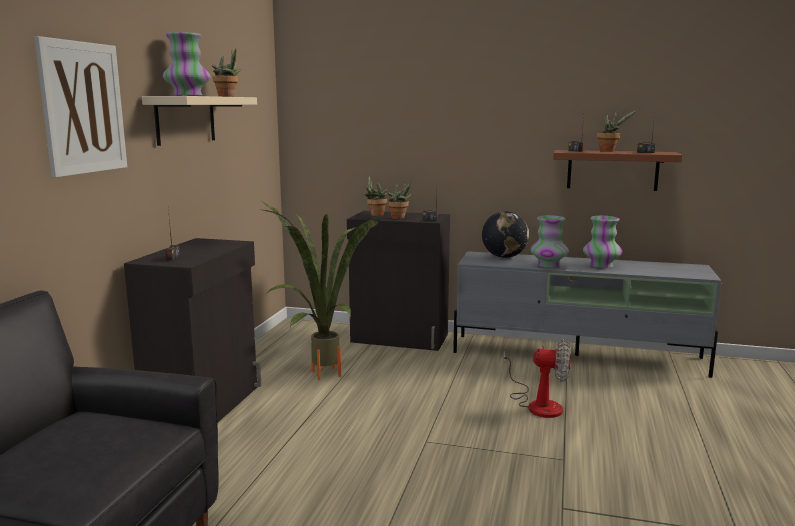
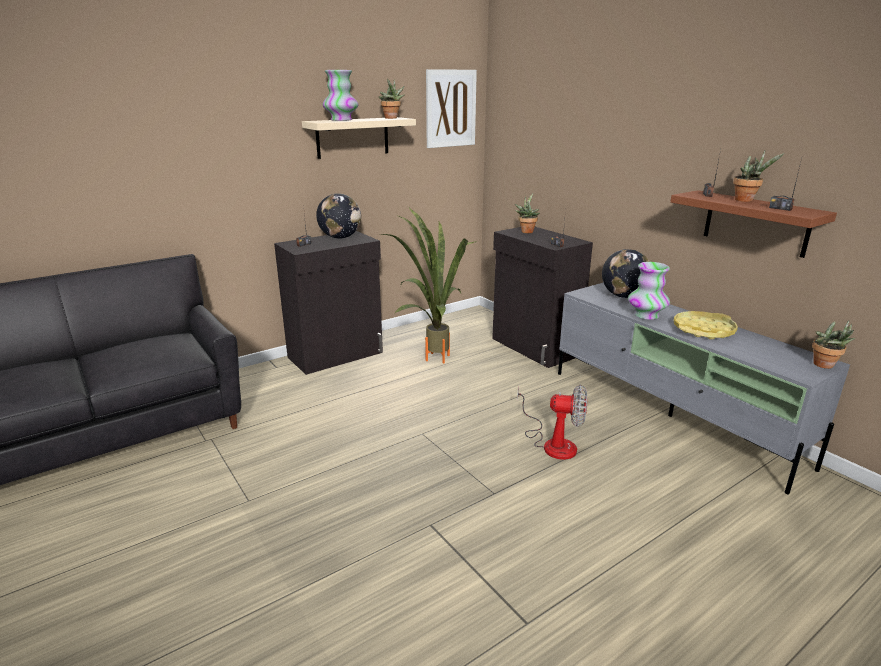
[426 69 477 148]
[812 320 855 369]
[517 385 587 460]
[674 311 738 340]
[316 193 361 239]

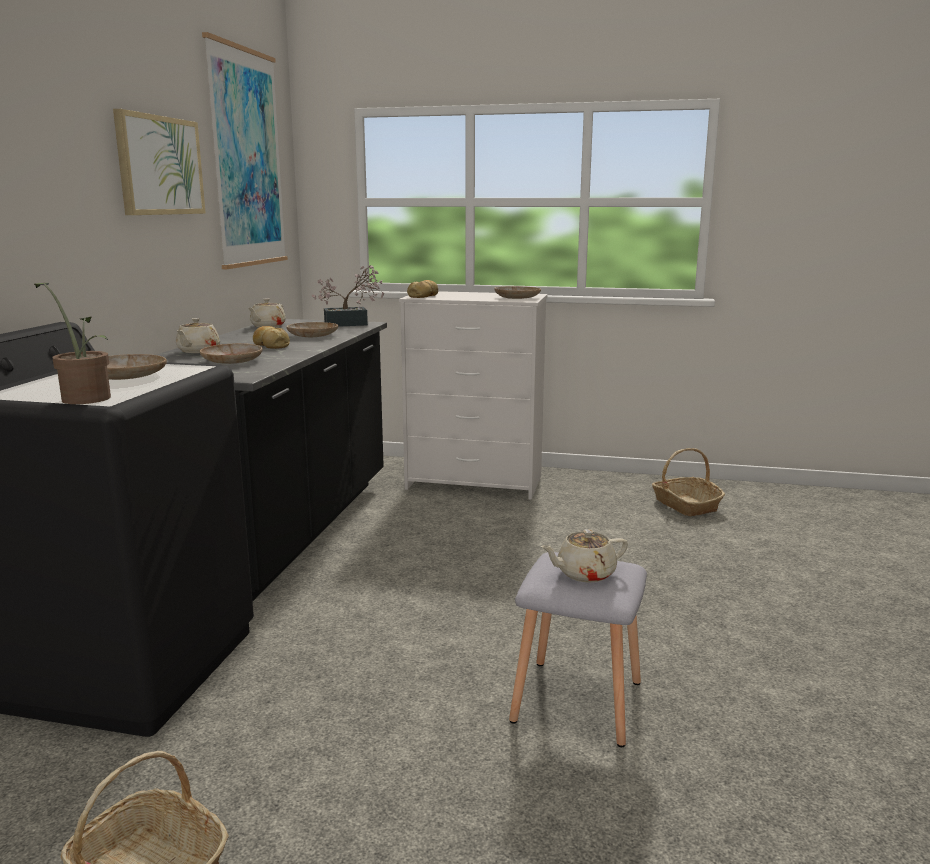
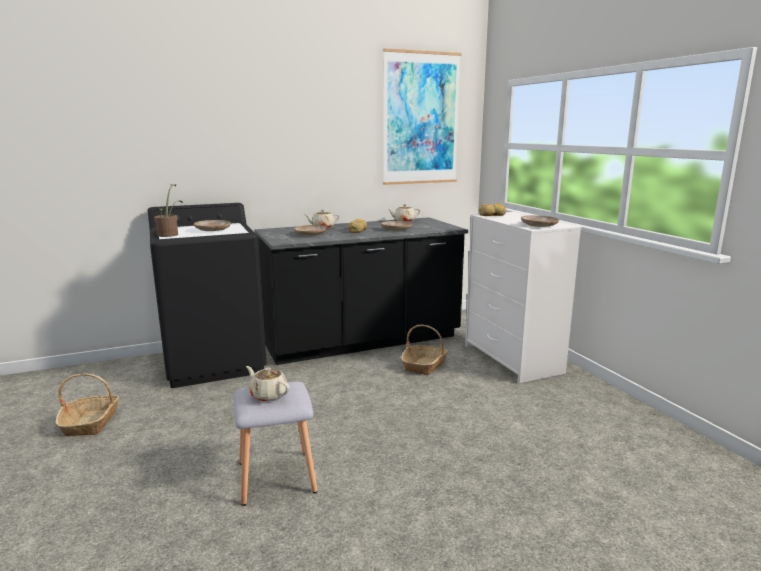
[113 109 206 215] (first image)
[311 265 384 327] (first image)
[401 325 448 375]

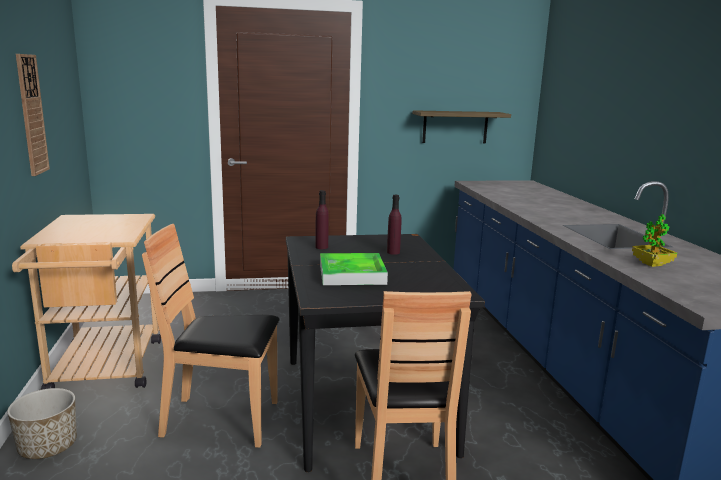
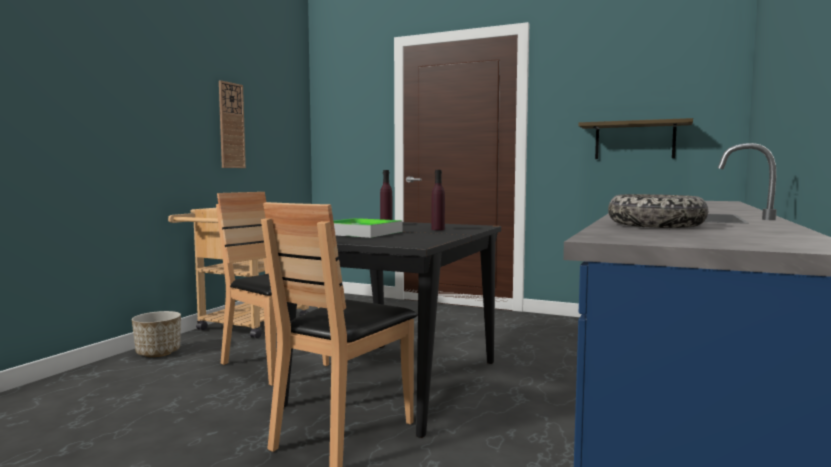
[608 194 708 228]

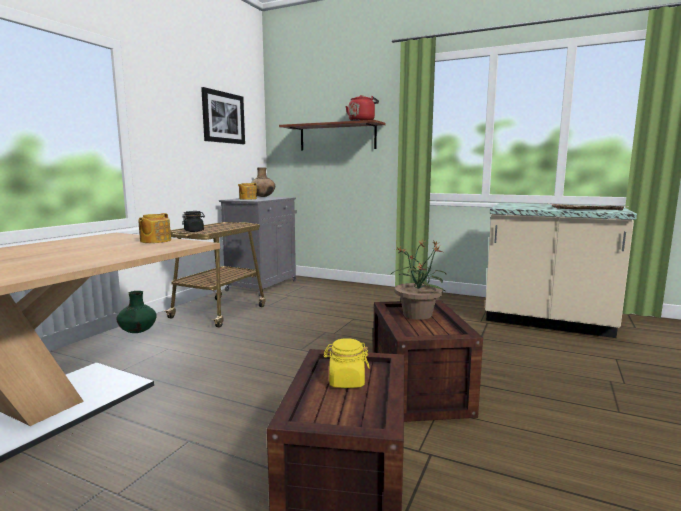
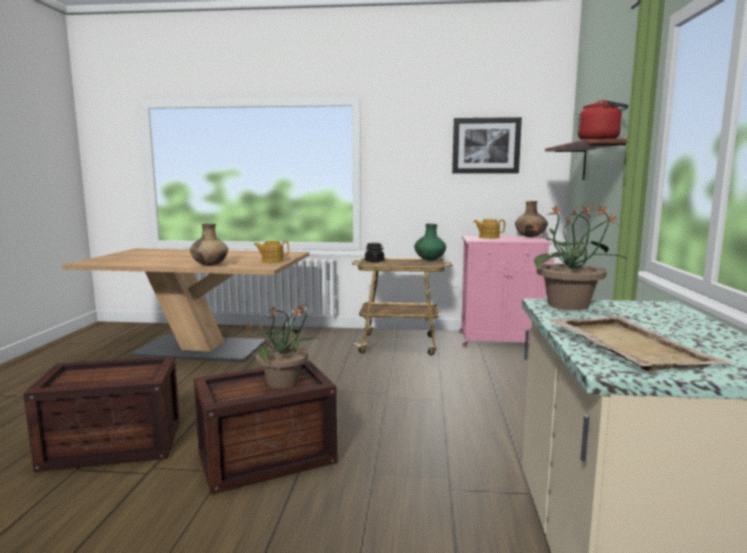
[414 224 446 260]
[459 235 554 348]
[324 338 369 388] (first image)
[190 223 228 266]
[528 204 628 310]

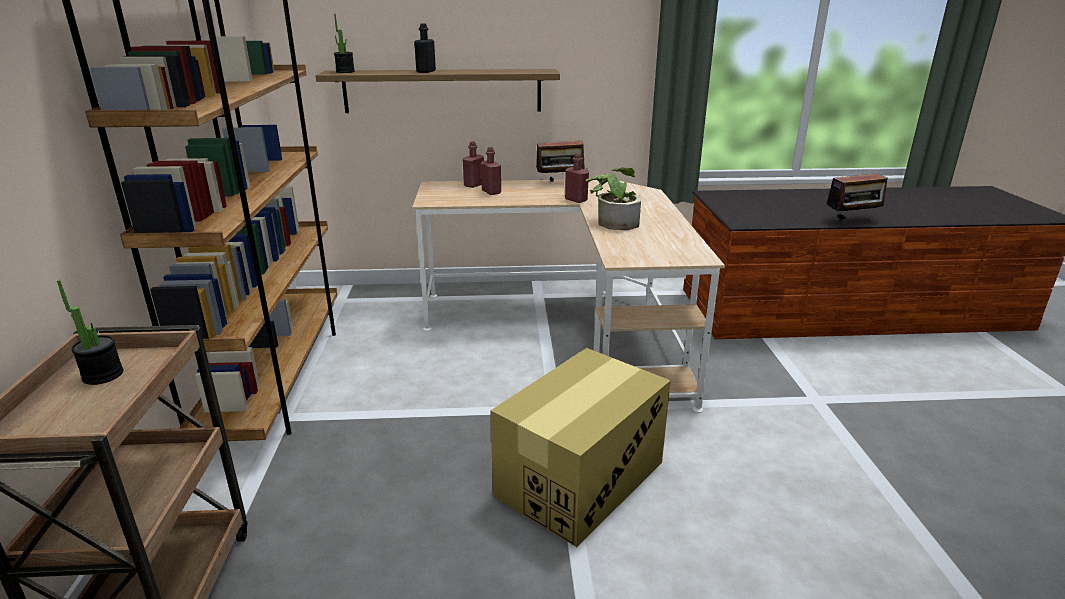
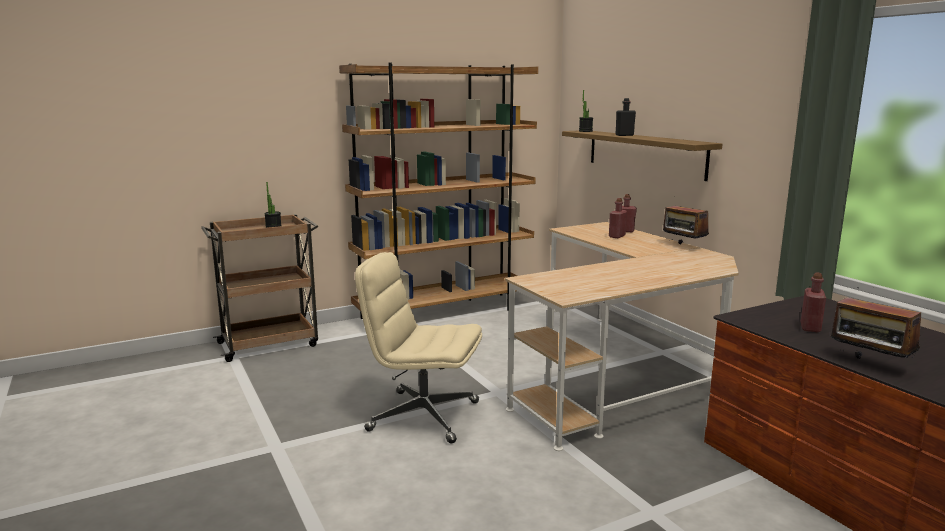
[355 252 482 443]
[801 272 826 332]
[586 167 641 230] (first image)

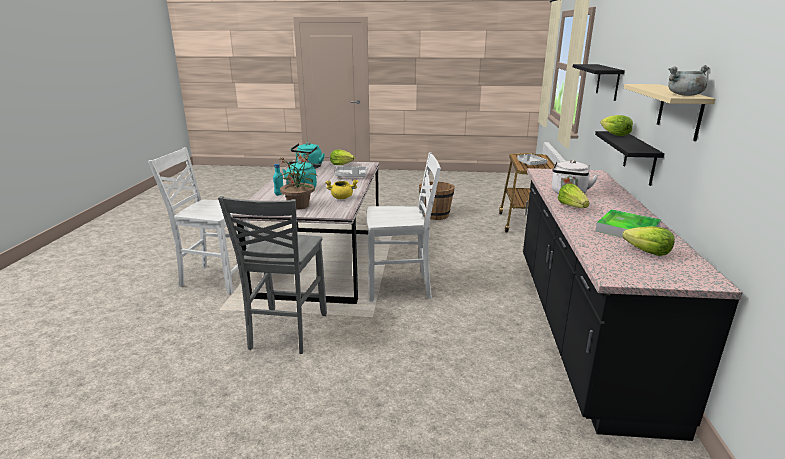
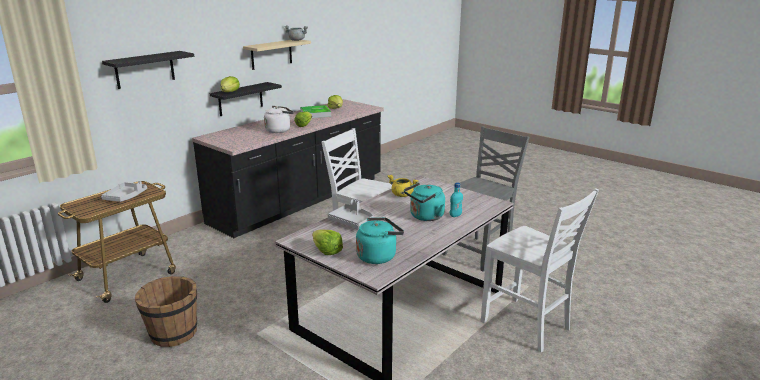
[279 151 316 210] (first image)

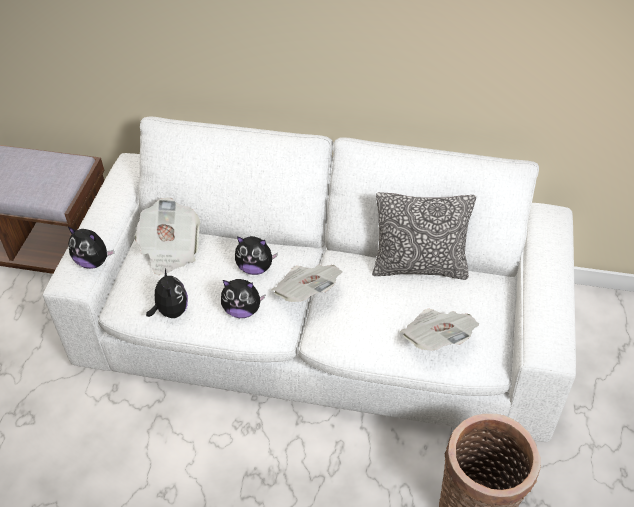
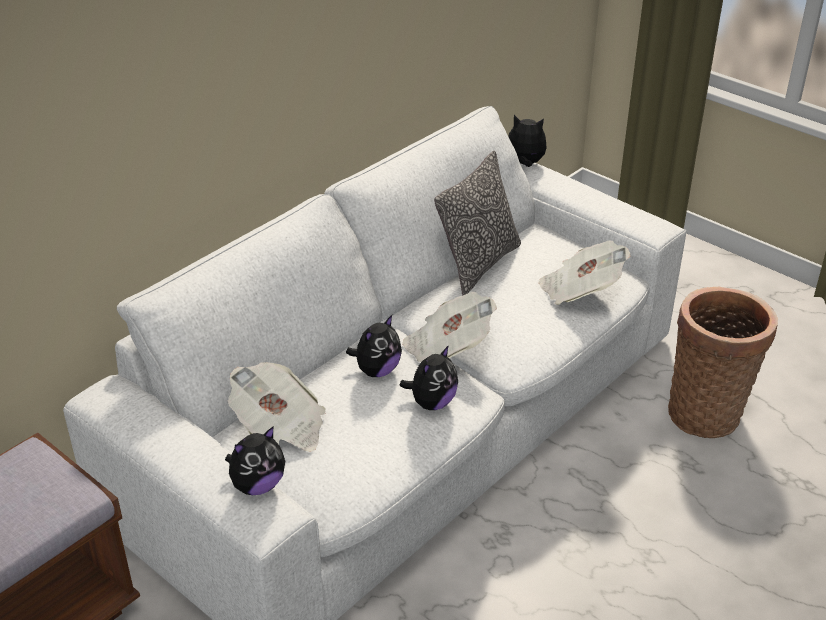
[508 115 547 167]

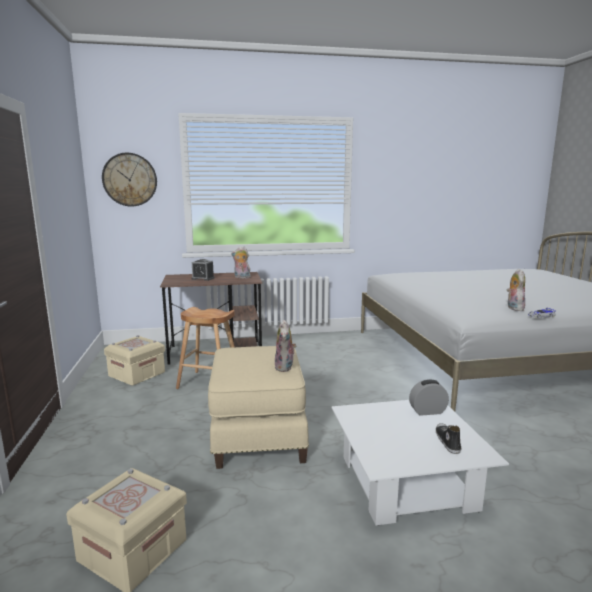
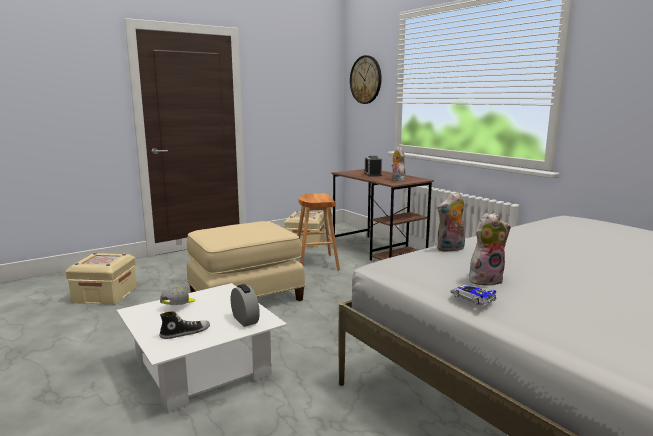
[437 192 465 252]
[160 287 195 305]

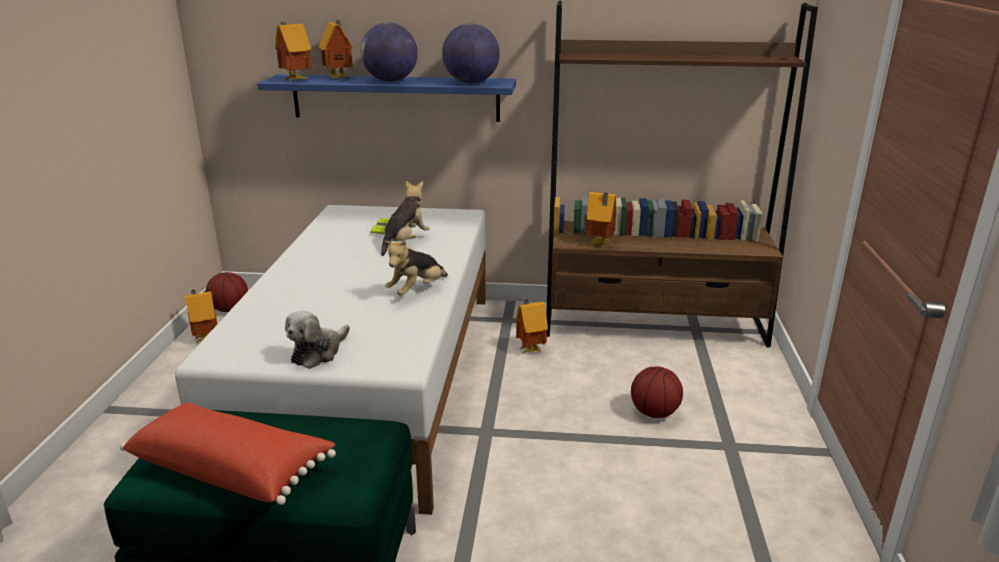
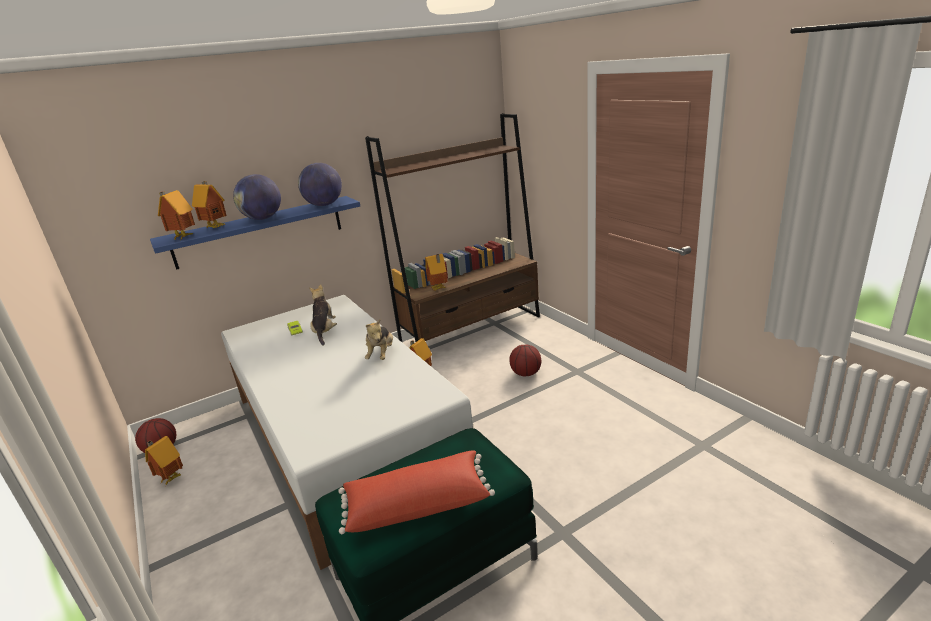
[285 311 350 369] (first image)

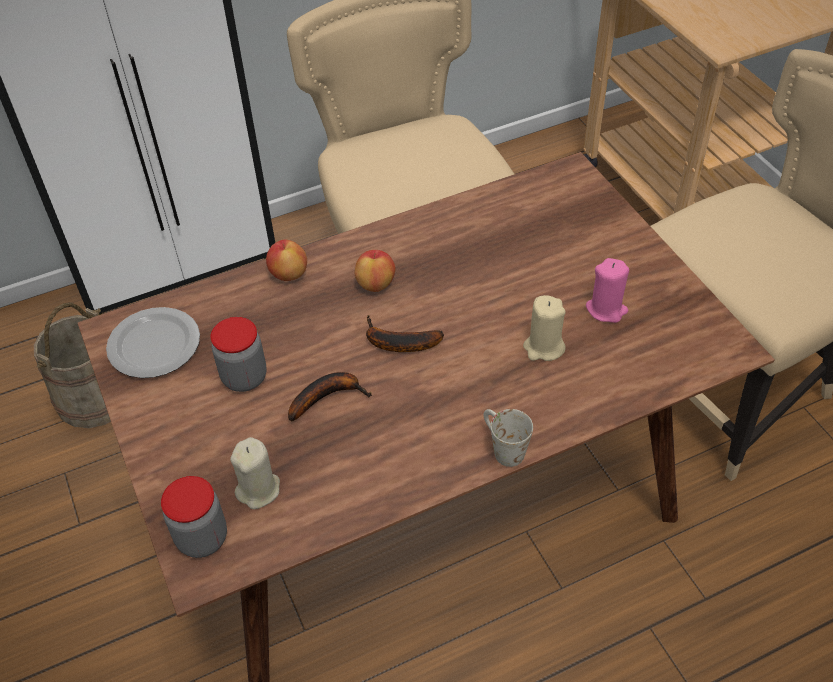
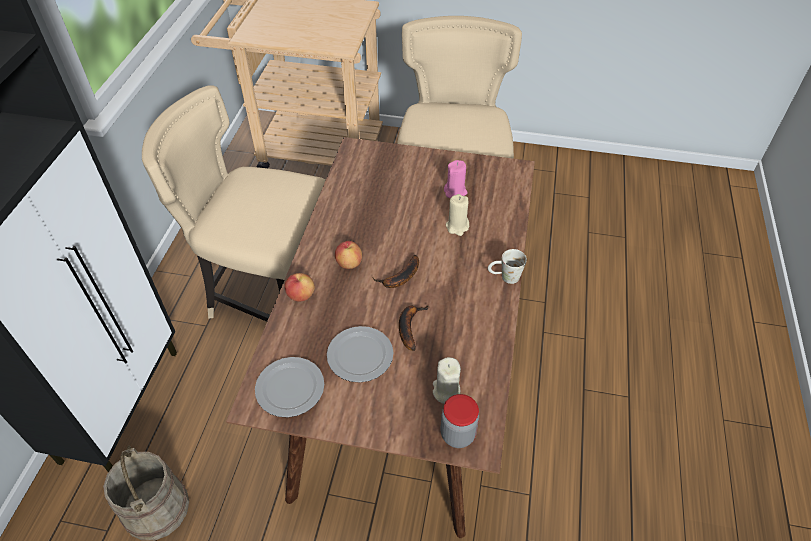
[327 326 393 383]

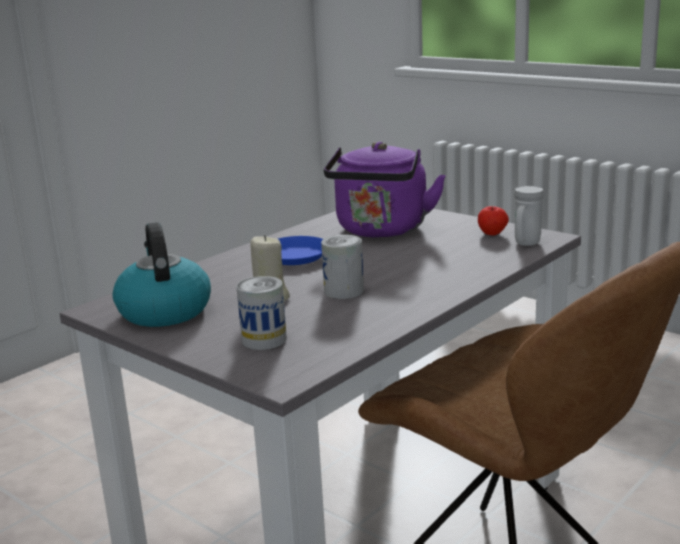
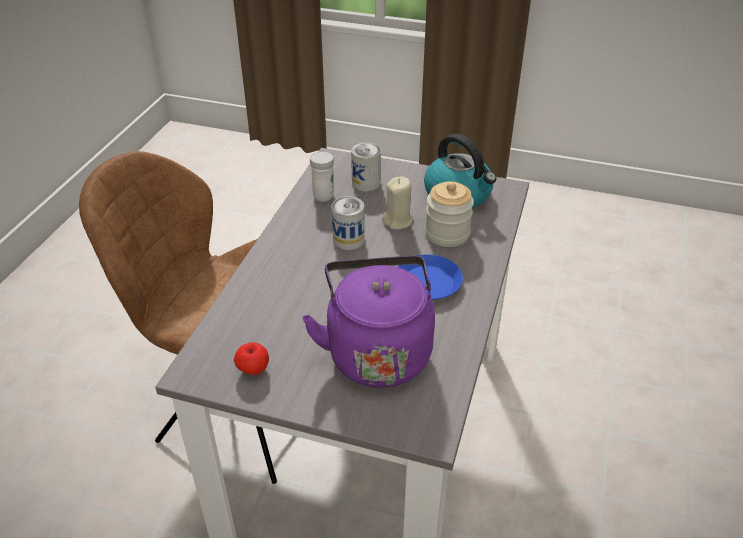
[310 152 334 202]
[425 181 474 247]

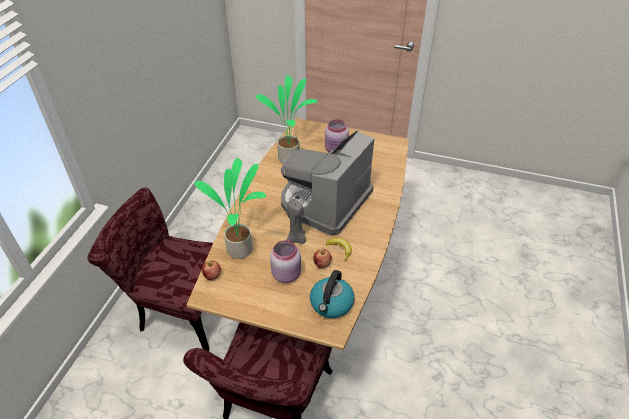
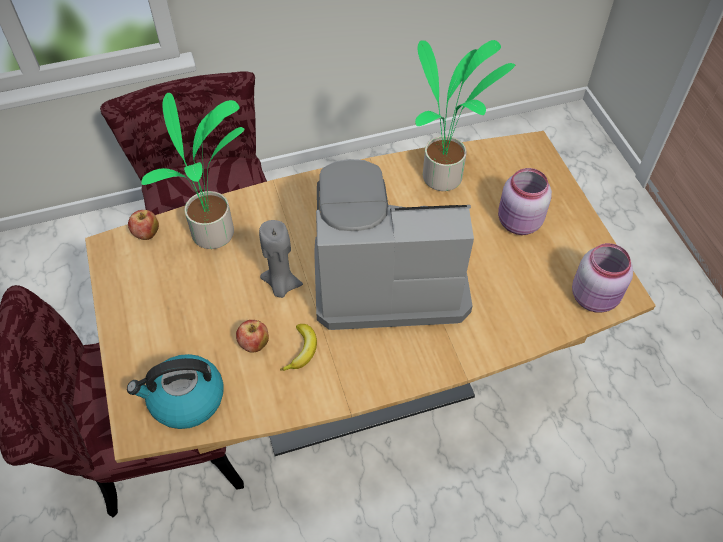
[572 243 633 313]

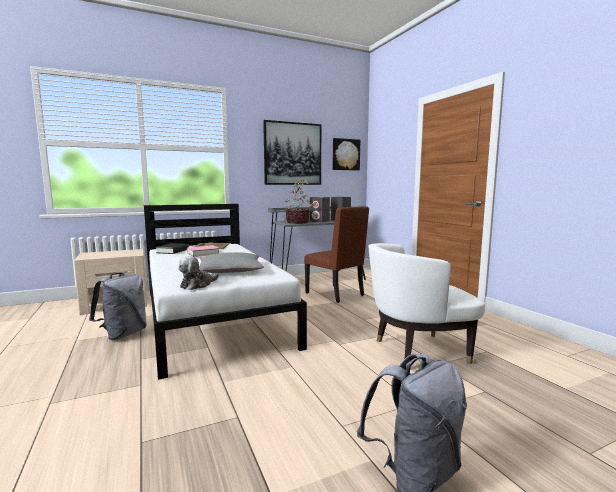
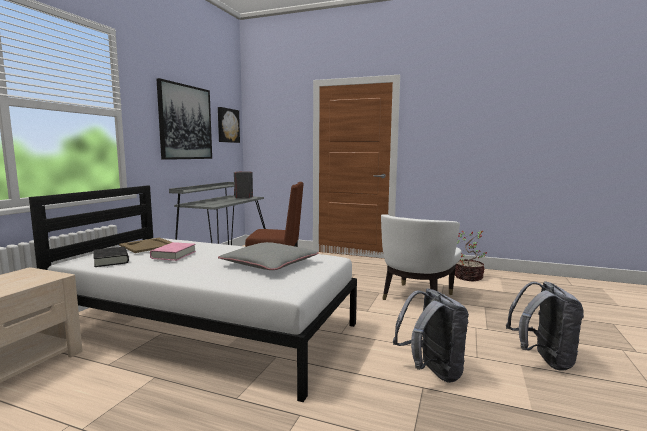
[393 288 469 383]
[178 256 219 290] (first image)
[455 231 487 281]
[310 197 330 222] (first image)

